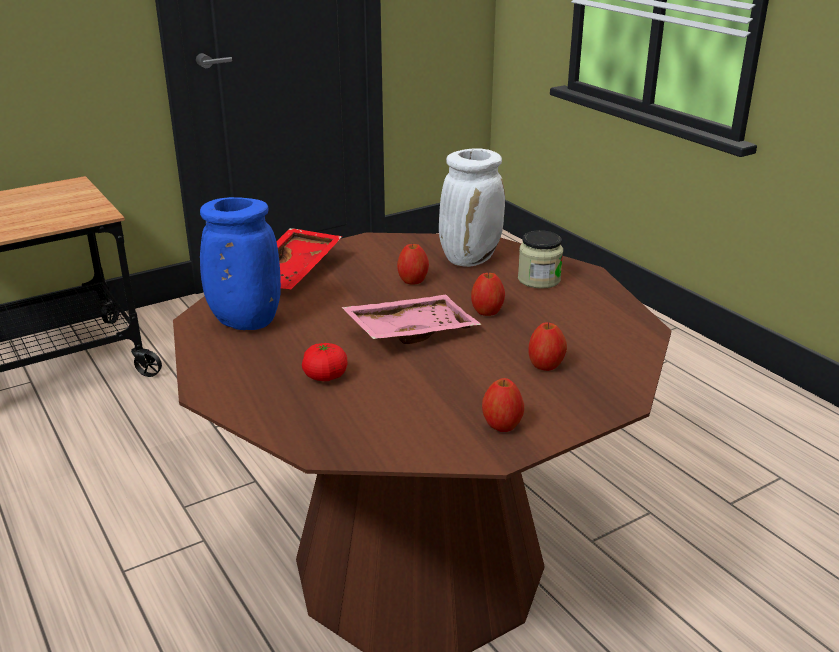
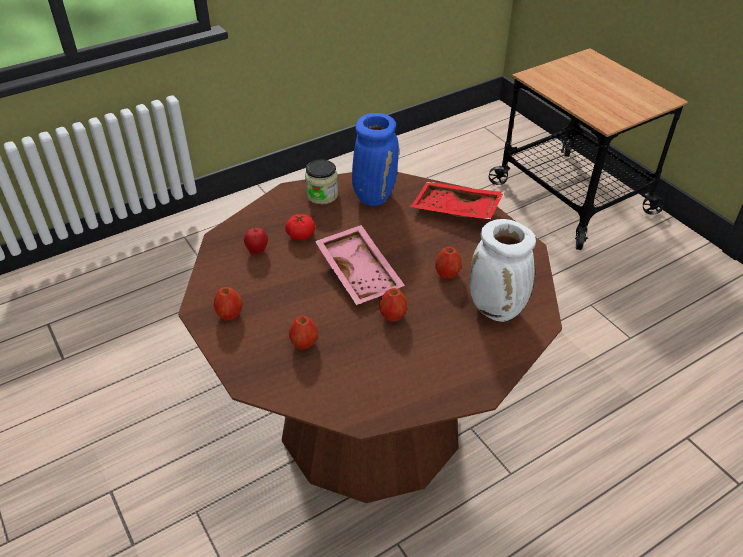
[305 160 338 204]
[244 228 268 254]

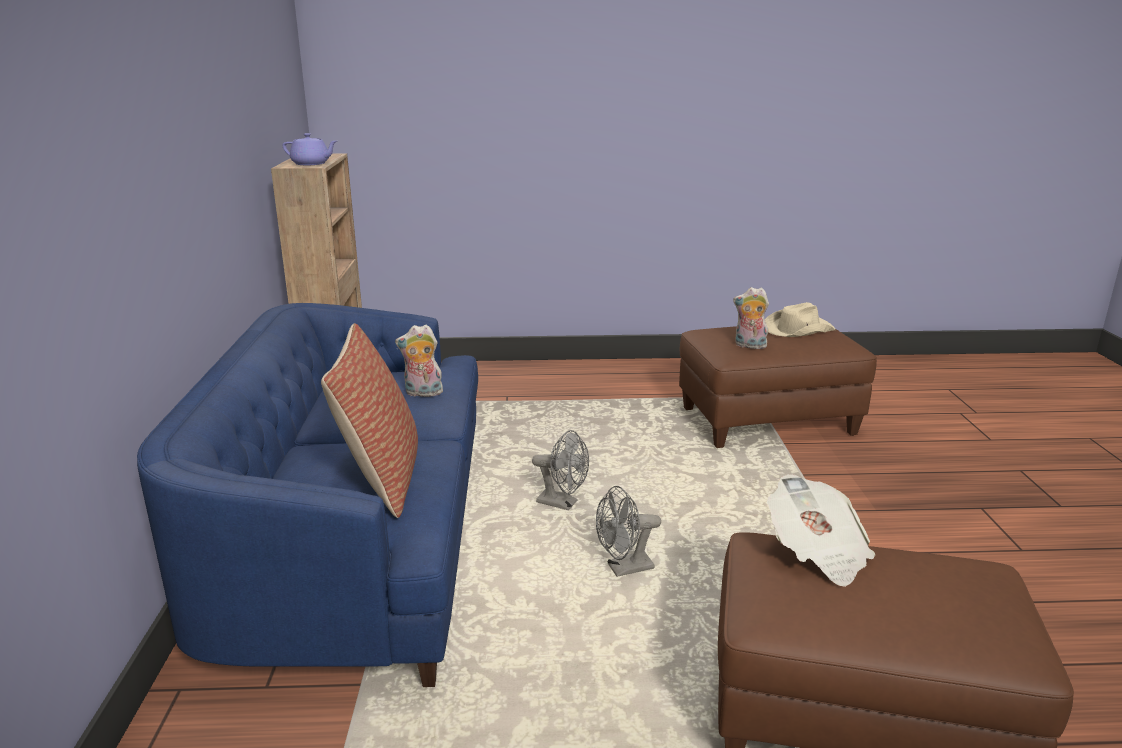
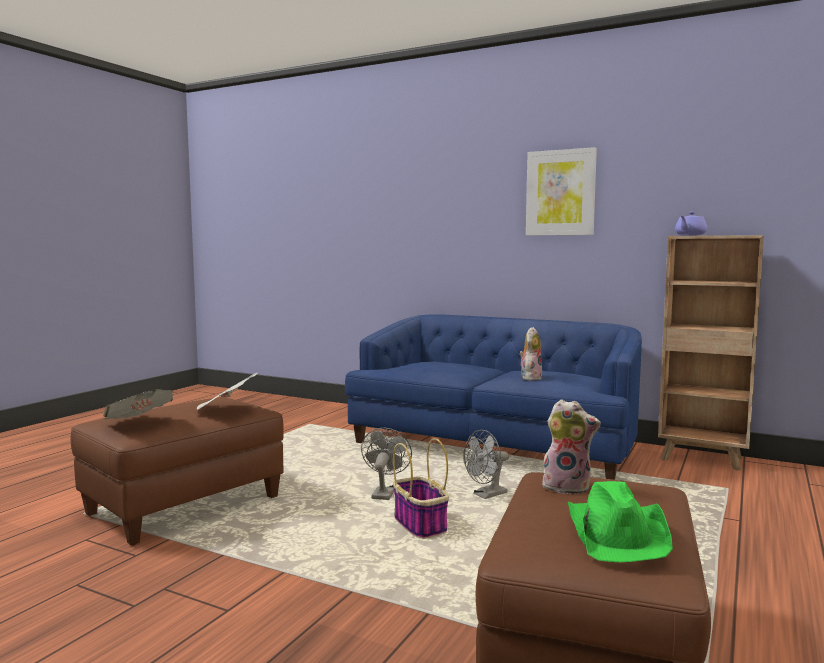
[321 323 418 518] (first image)
[542 399 601 494]
[568 481 673 562]
[103 389 173 420]
[393 438 449 539]
[526 147 597 236]

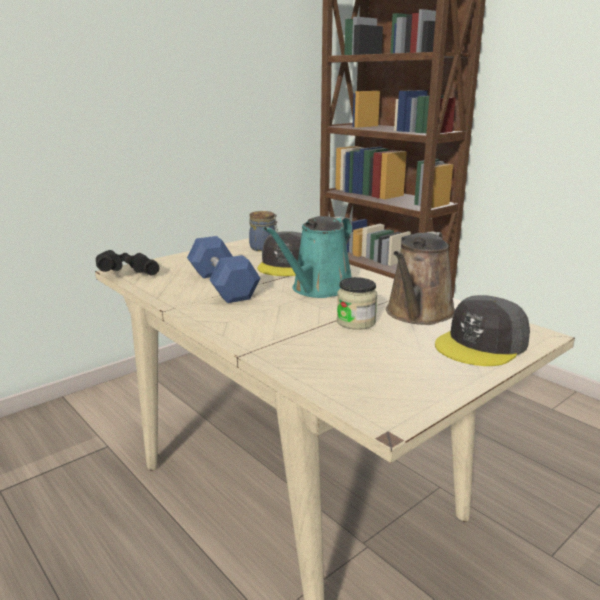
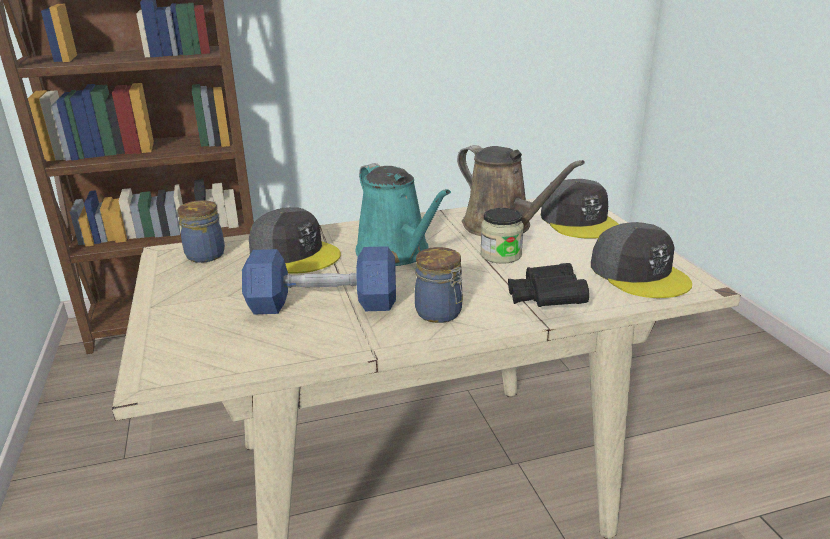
[508 263 589 307]
[415 247 463 323]
[591 222 692 298]

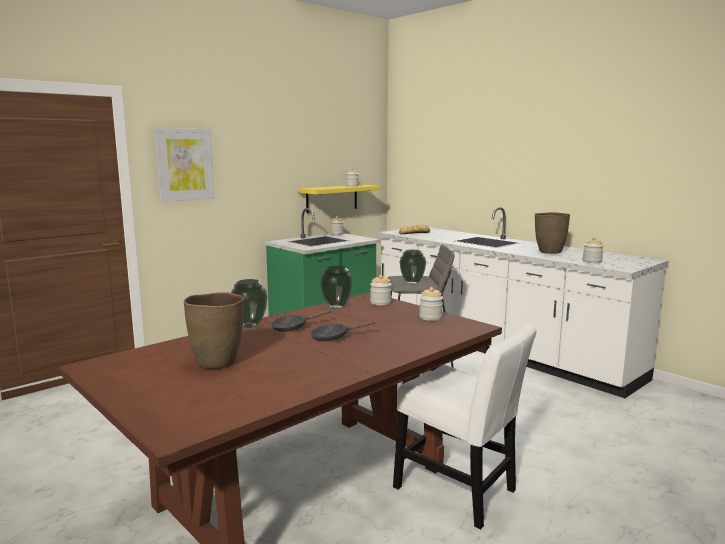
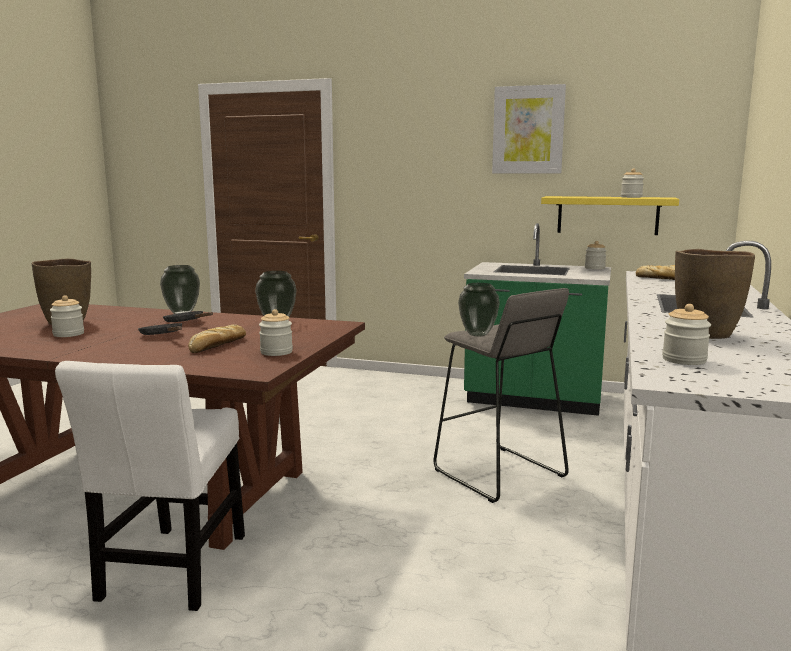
[492 84 566 173]
[50 295 84 337]
[188 325 246 353]

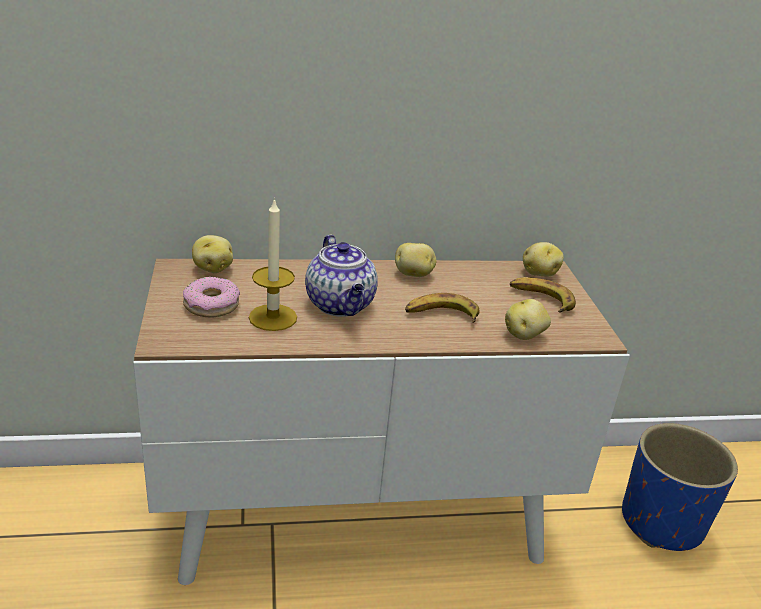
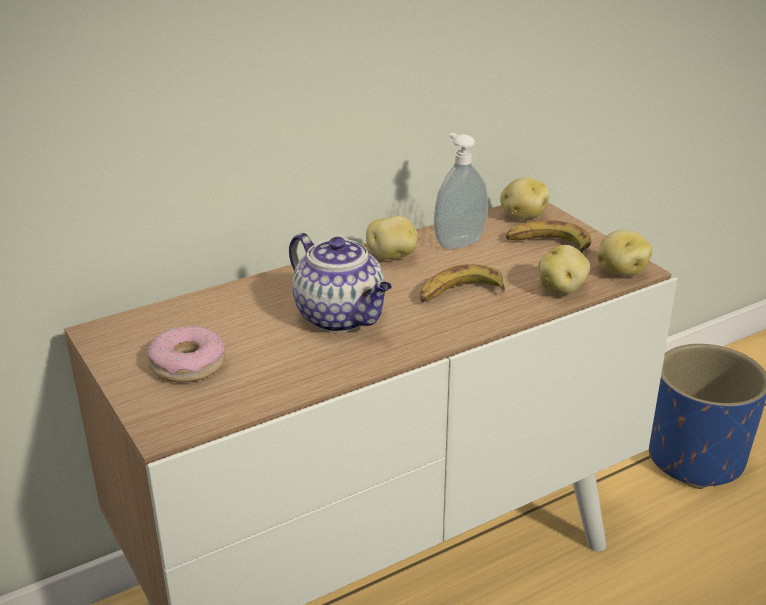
[596 230 652 276]
[249 198 297 331] (first image)
[434 133 488 250]

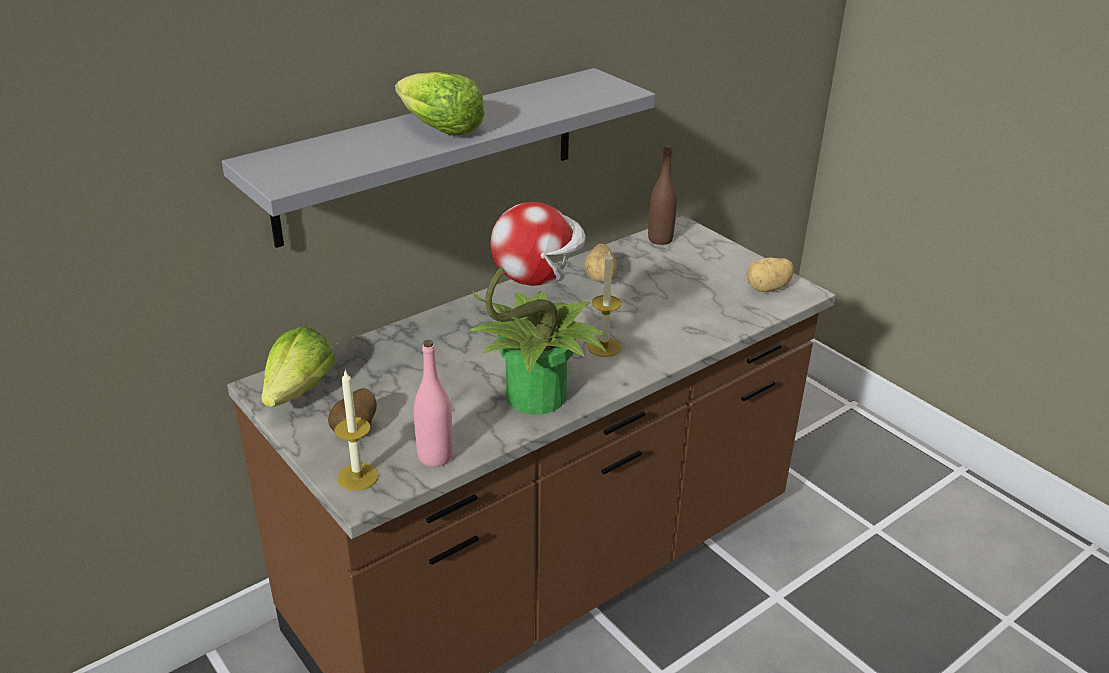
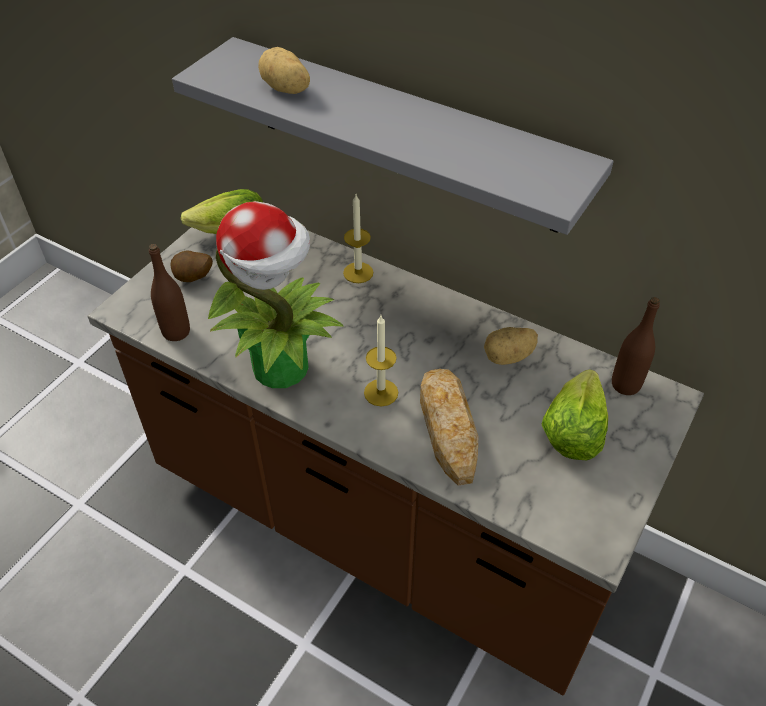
[343 195 373 283]
[541 369 608 460]
[149 244 190 341]
[258 47 310 94]
[420 369 478 486]

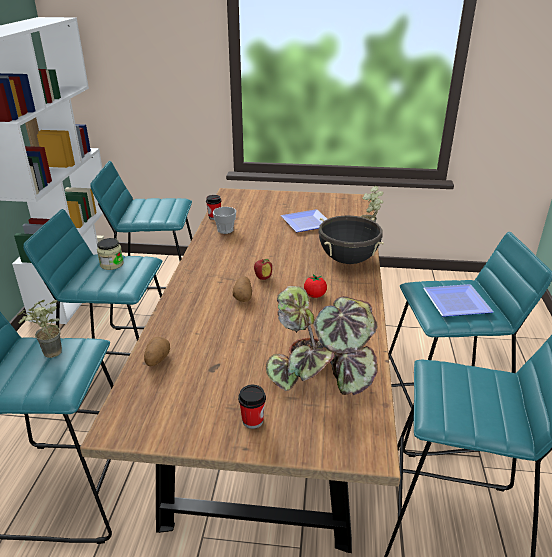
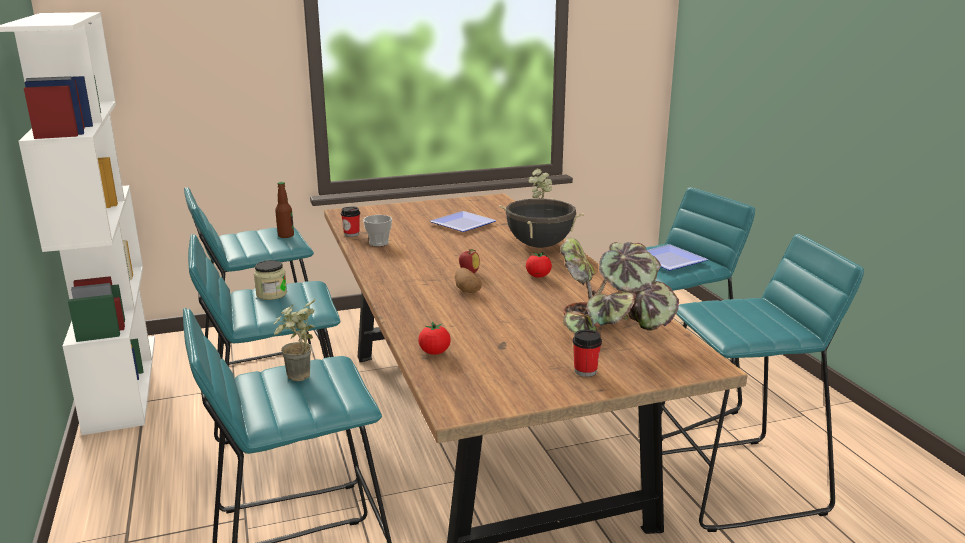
[418 321 451 355]
[275 182 294 238]

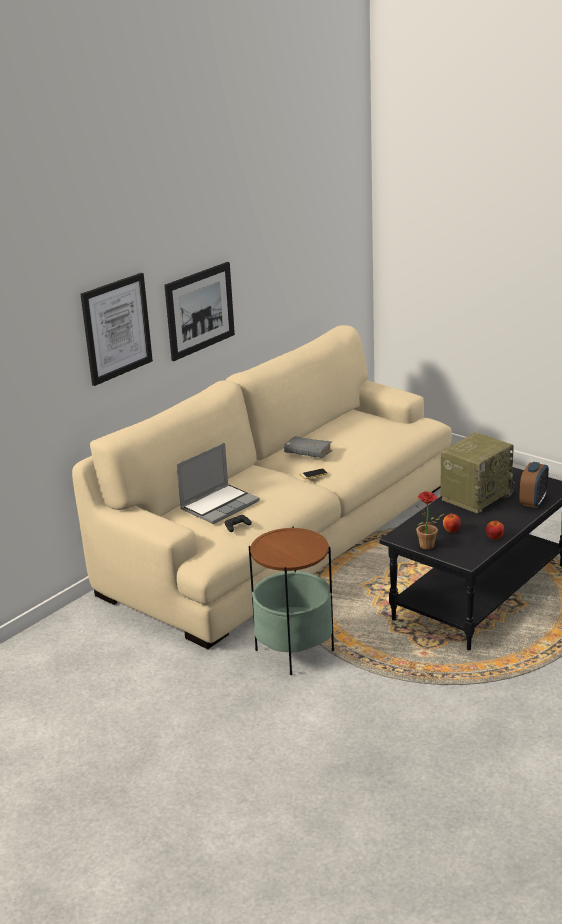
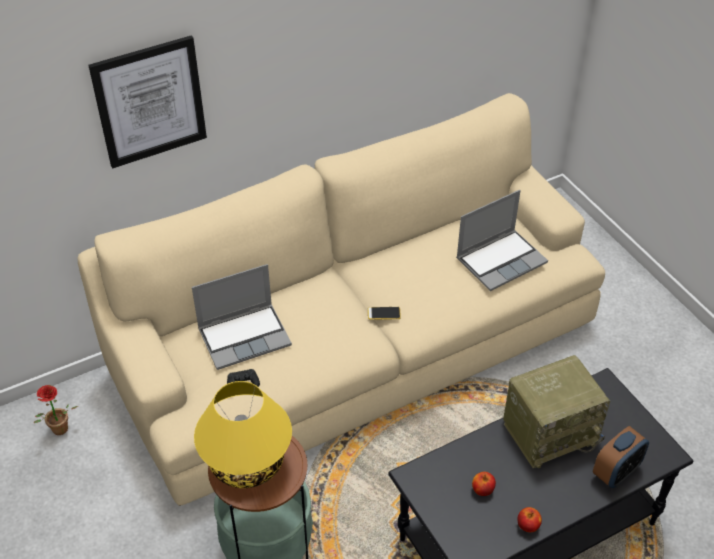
[164 262 235 361] (first image)
[284 436 333 458] (first image)
[34 385 78 435]
[194 381 292 488]
[456 190 548 291]

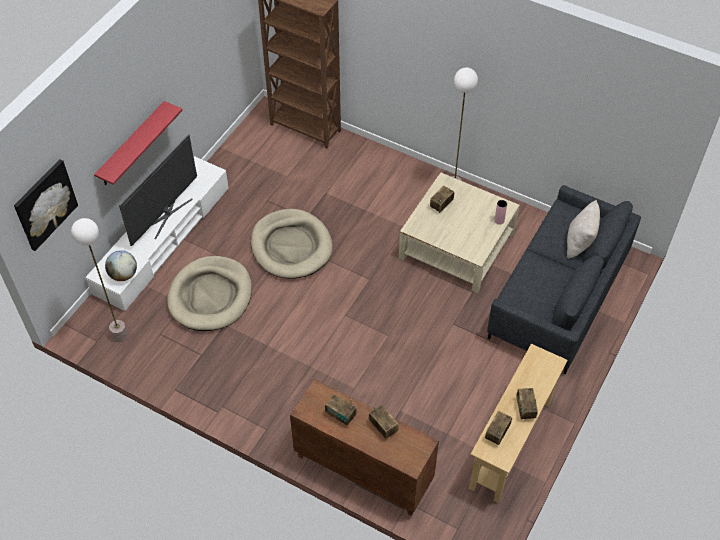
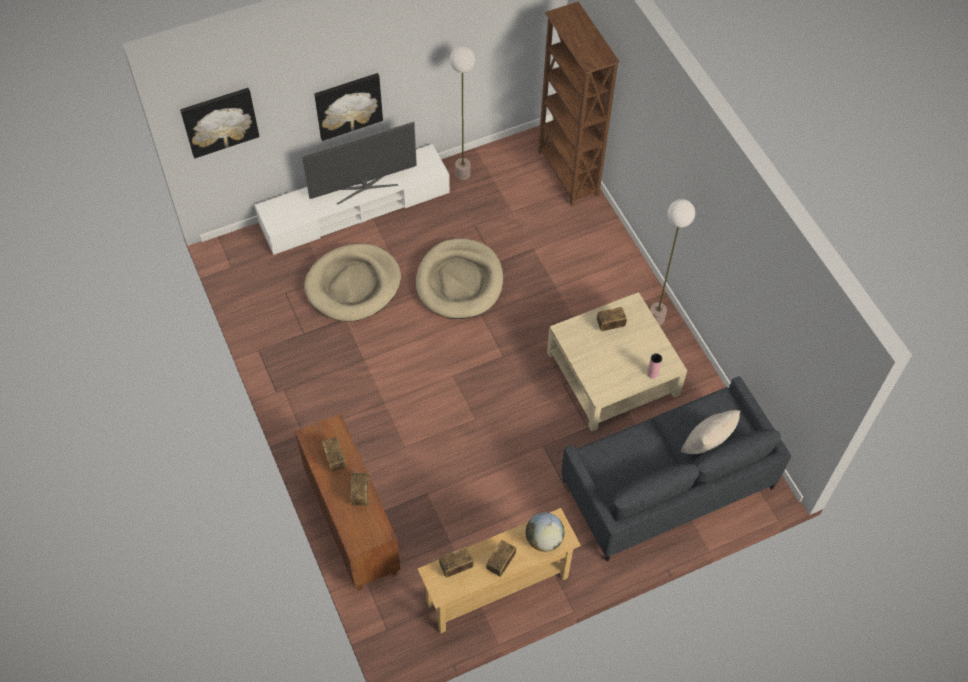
[450 46 475 180]
[314 73 383 141]
[526 512 564 552]

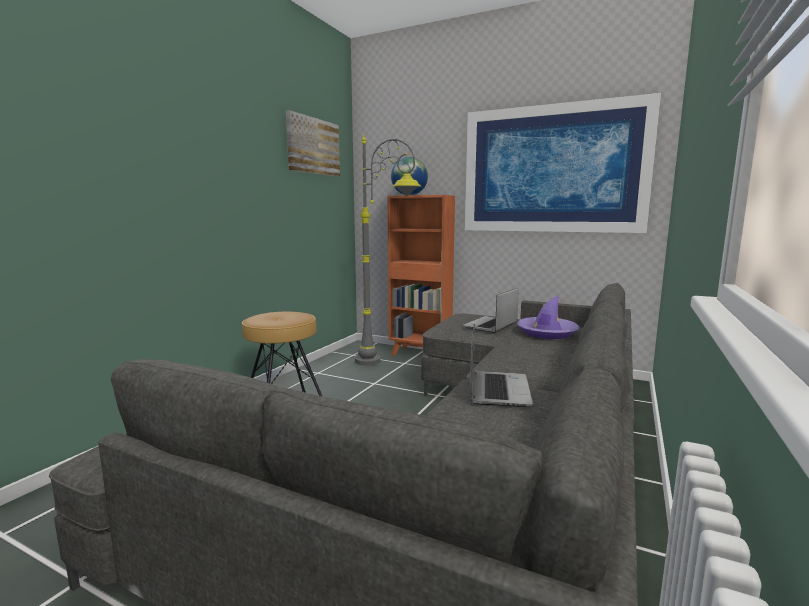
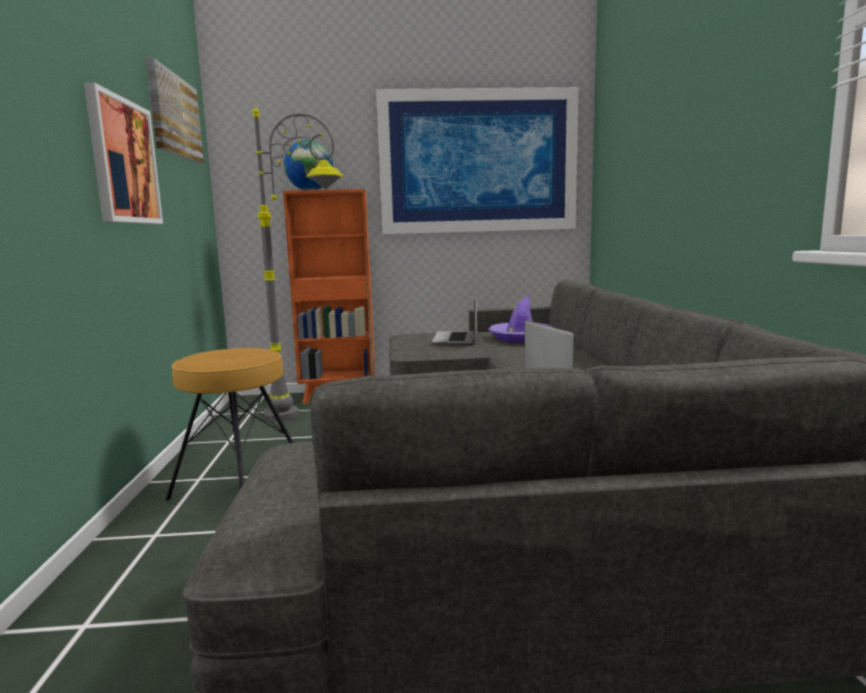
[84 83 163 224]

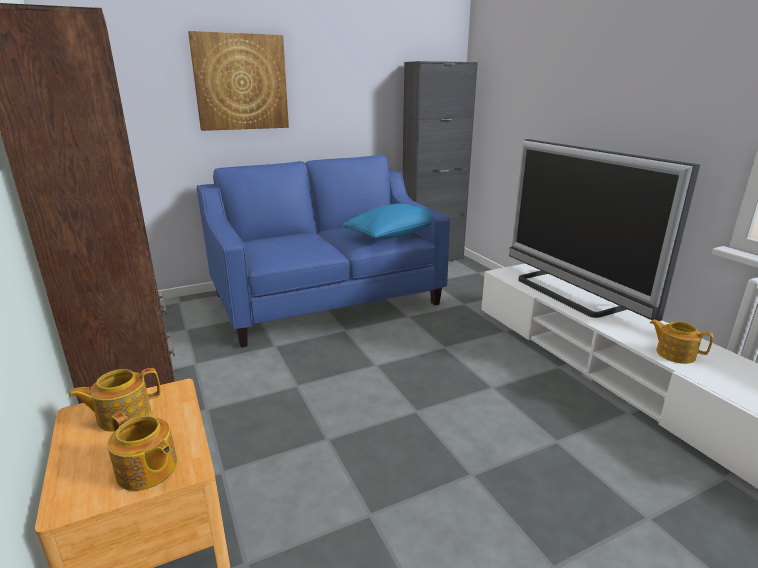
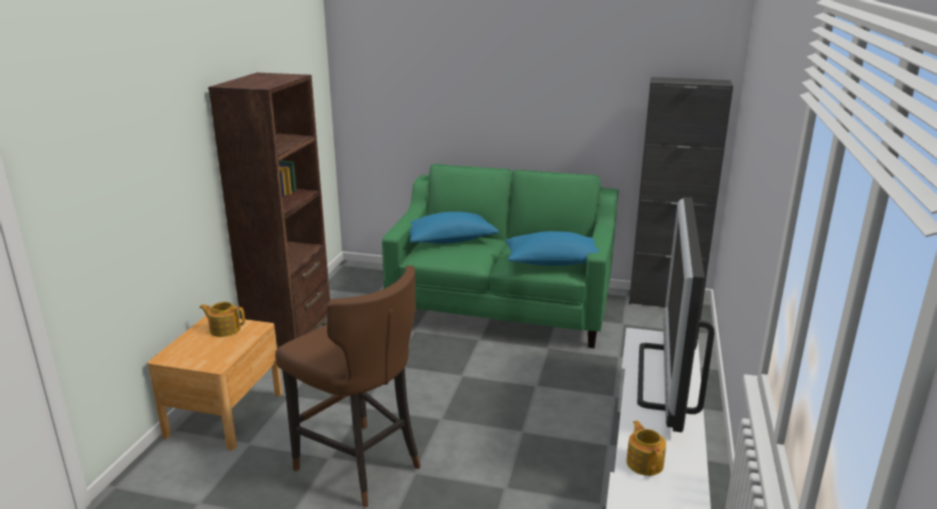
[107 412 177 491] (first image)
[188 31 289 131] (first image)
[382 164 618 348]
[275 266 421 507]
[409 212 499 244]

